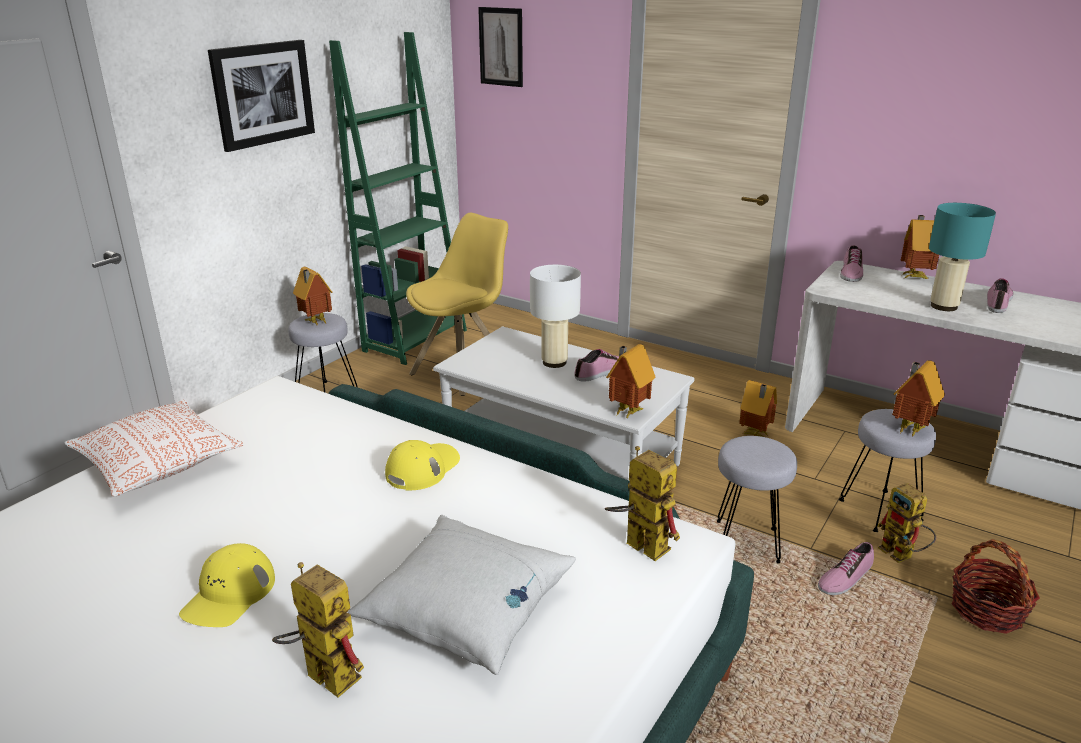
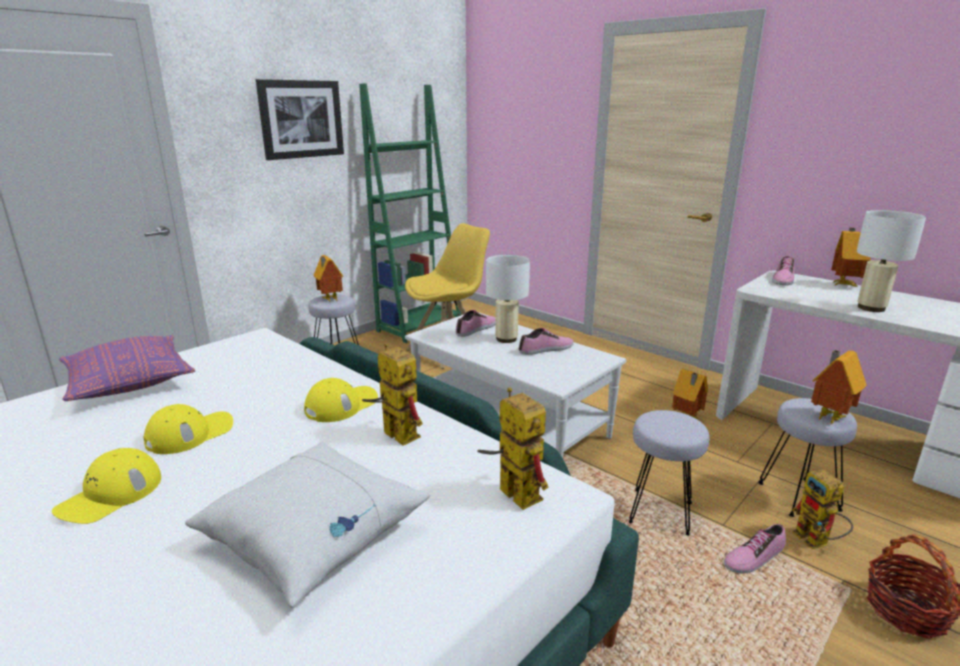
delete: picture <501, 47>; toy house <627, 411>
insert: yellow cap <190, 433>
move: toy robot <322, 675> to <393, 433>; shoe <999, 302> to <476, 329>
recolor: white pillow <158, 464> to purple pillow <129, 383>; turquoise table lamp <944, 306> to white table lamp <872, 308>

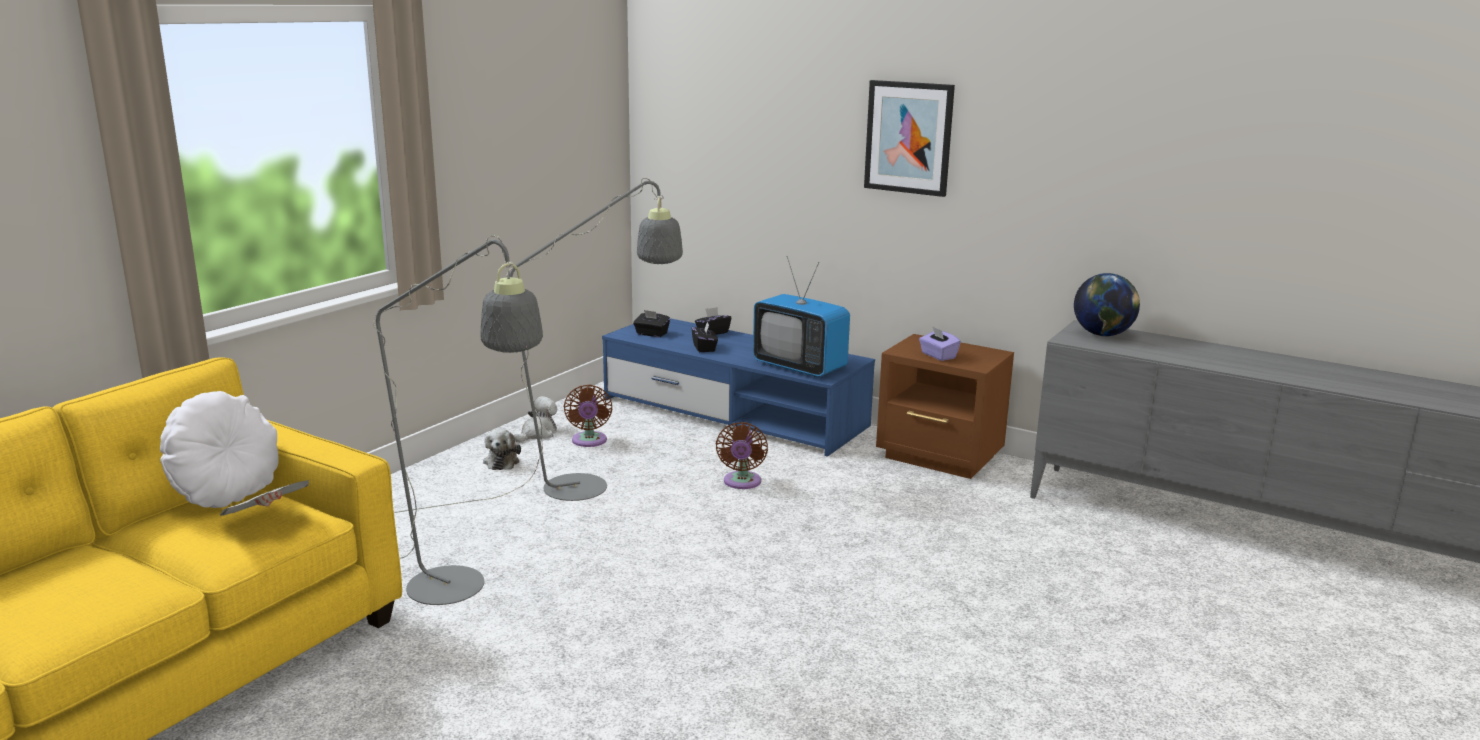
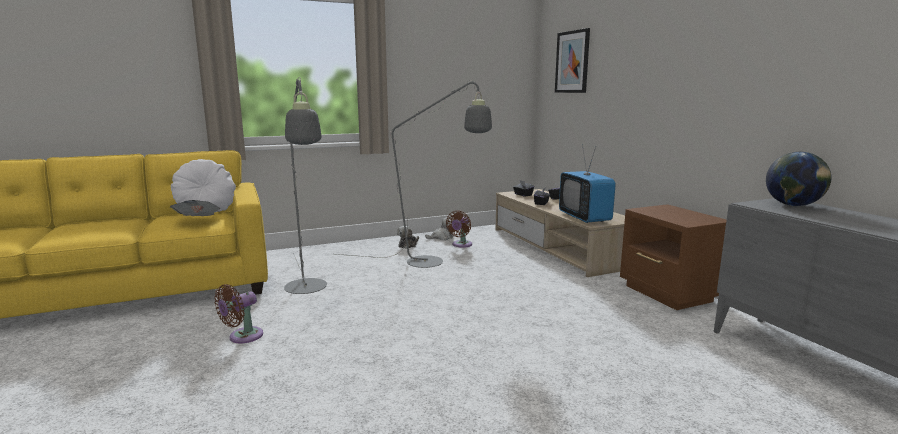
delete: purple tissue box <938, 356>
move: brown fan <741, 483> to <242, 337>; picture <908, 137> to <572, 62>
recolor: blue tv stand <735, 412> to beige tv stand <559, 247>

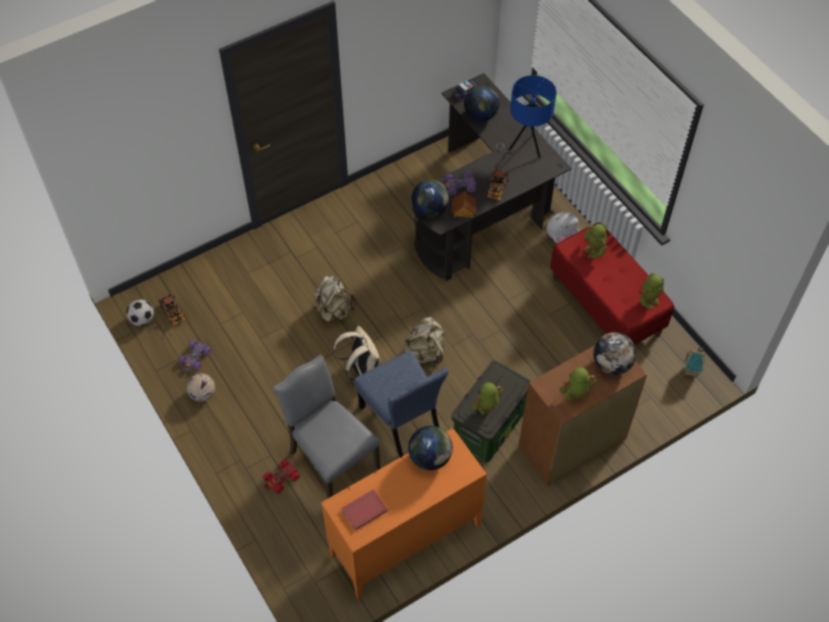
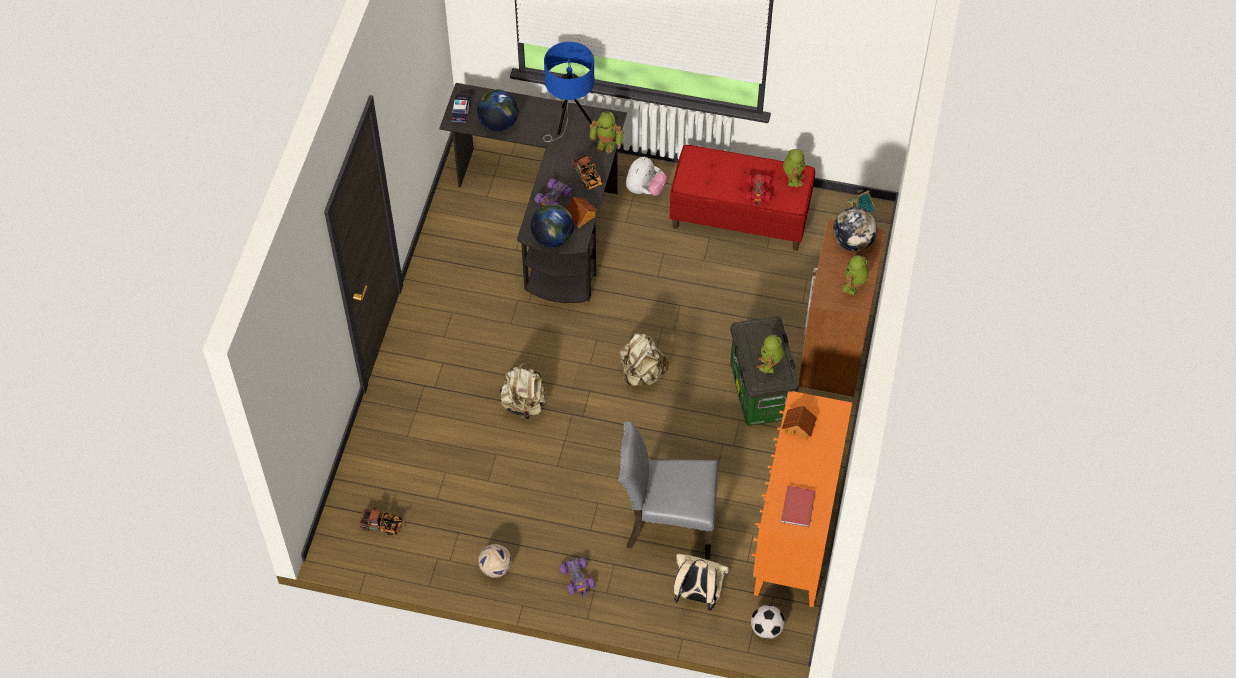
delete: blue chair <401, 418>
move: football <142, 319> to <766, 629>; purple toy car <195, 358> to <577, 579>; red toy car <281, 479> to <758, 192>; beige backpack <361, 369> to <697, 595>; toy robot <594, 250> to <606, 144>
replace: globe <430, 457> to toy house <799, 426>

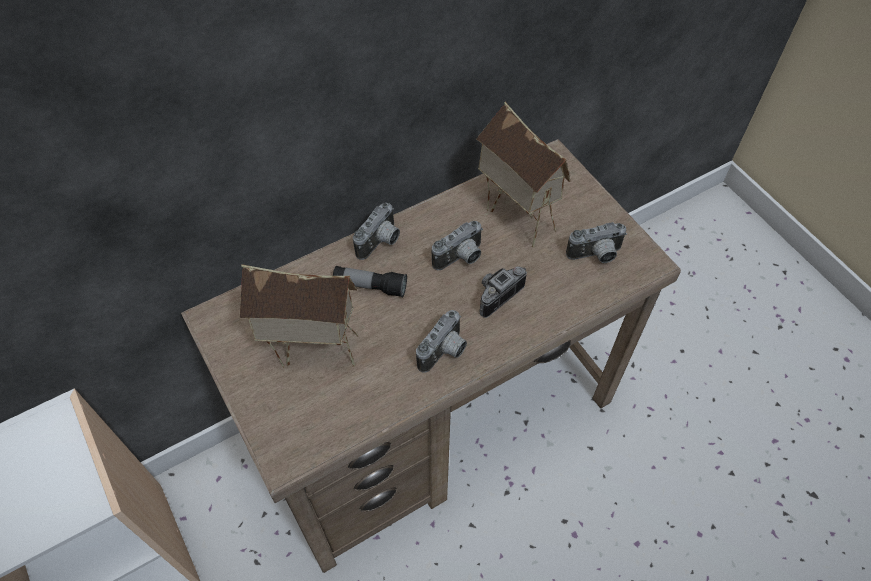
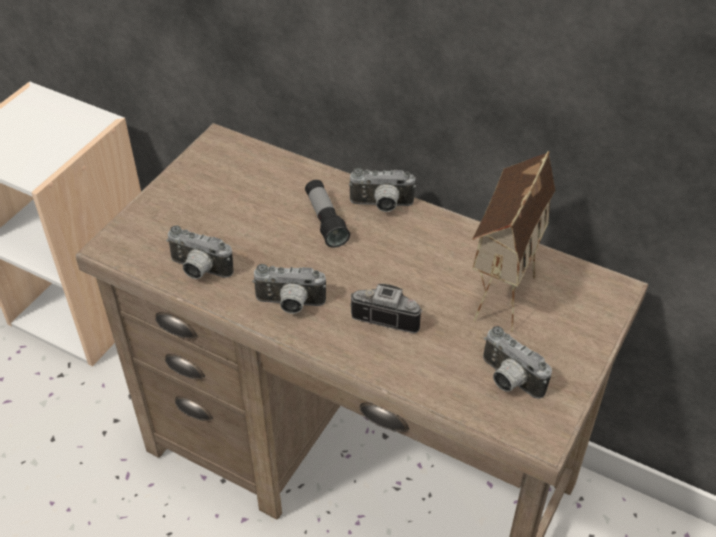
delete: toy house <313, 352>
move: photo camera <461, 258> to <198, 270>

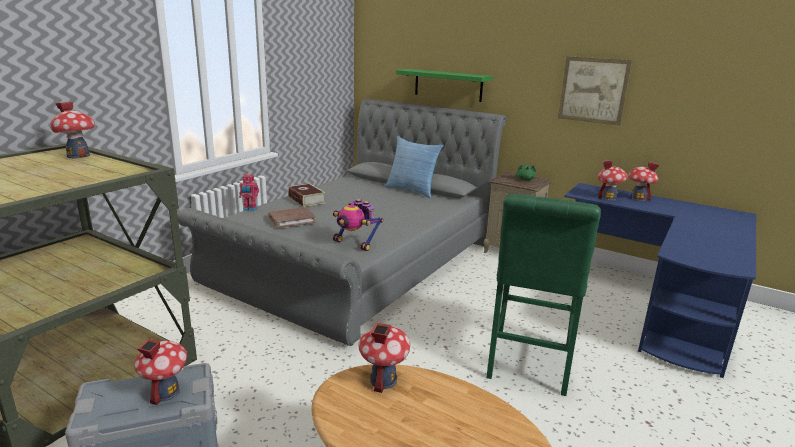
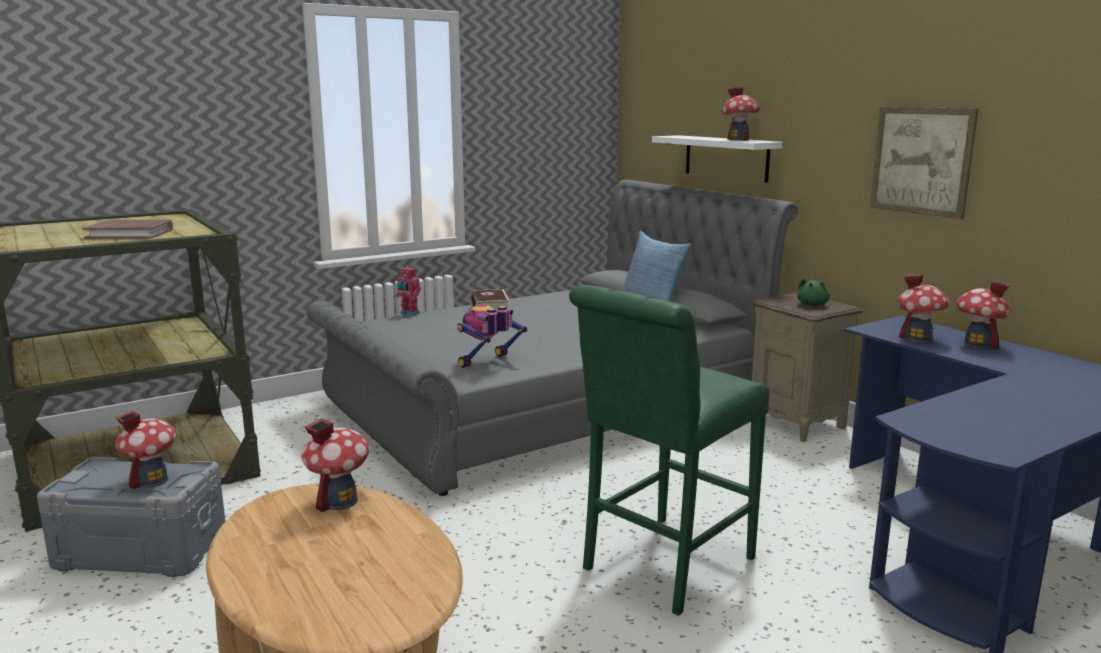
move: toy house <78, 155> to <738, 140>; brown book <292, 219> to <130, 234>
recolor: green shelf <448, 85> to white shelf <726, 158>
rotate: toy robot <355, 244> = <488, 363> 75 degrees clockwise

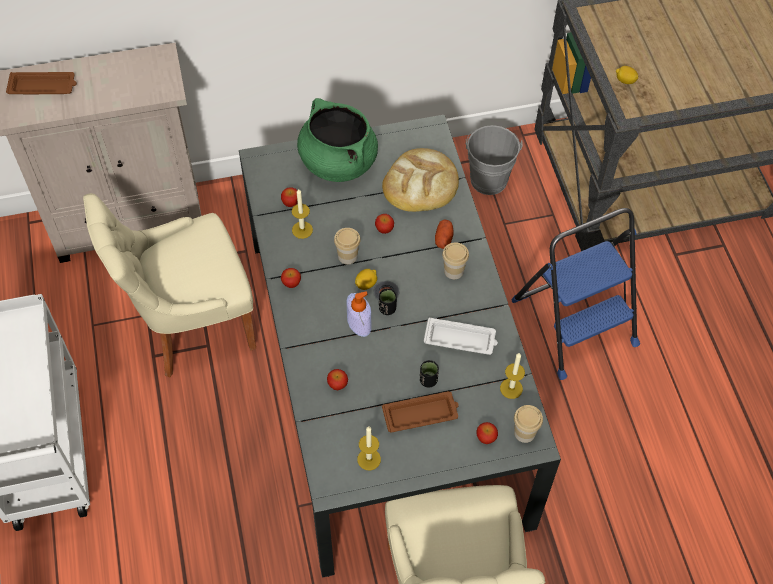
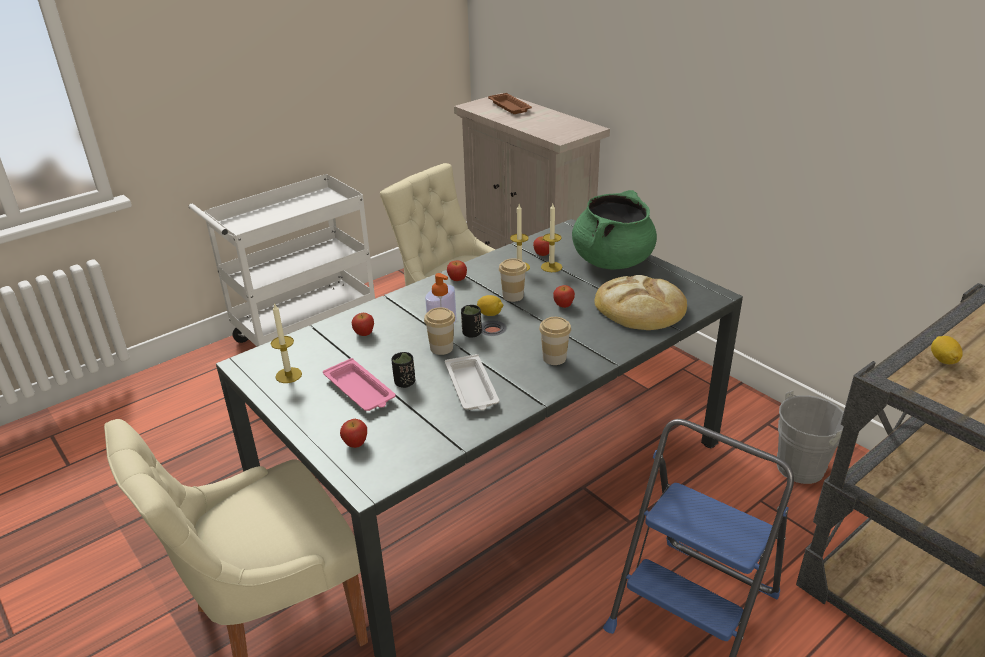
delete: potato <443, 239>
move: candle <511, 388> to <551, 267>; cup <524, 433> to <441, 348>
recolor: brown tray <421, 414> to pink tray <360, 390>

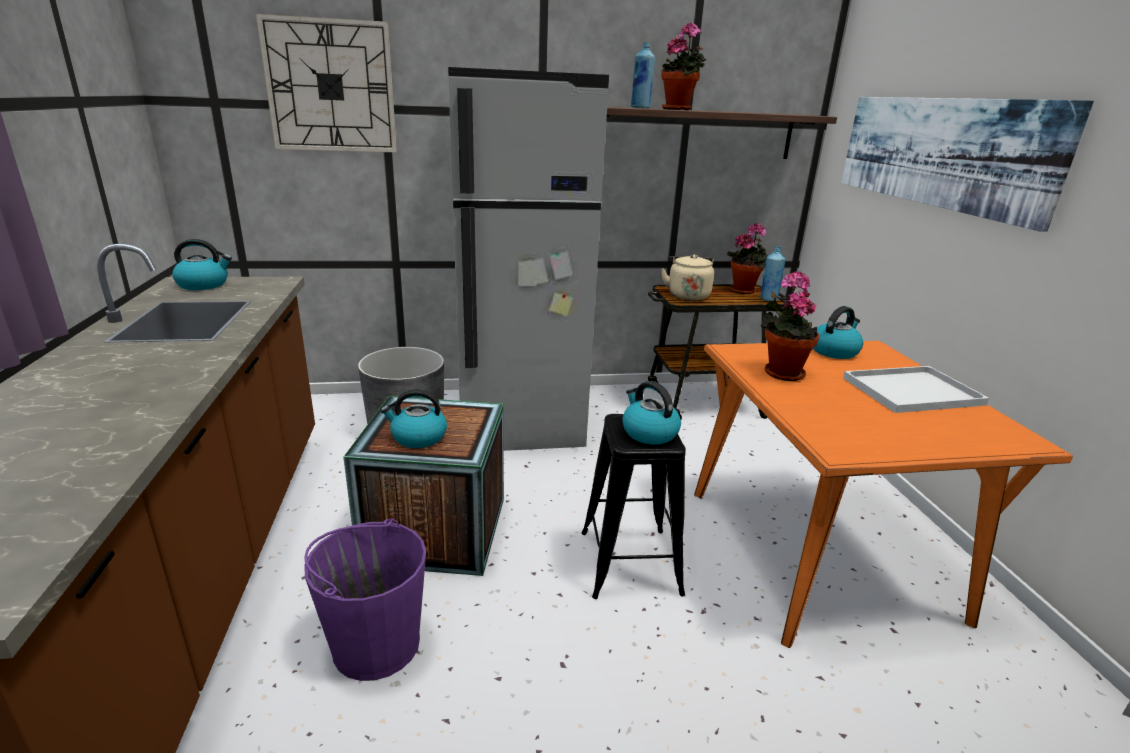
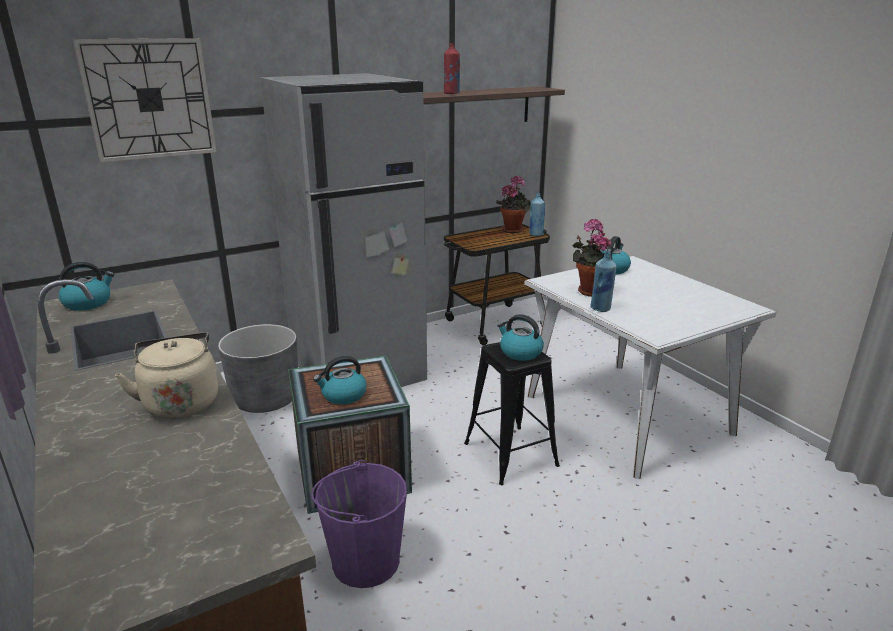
delete: picture <939, 152>; white tray <913, 390>
move: blue bottle <640, 108> to <600, 308>; beige kettle <687, 295> to <181, 402>
replace: potted plant <679, 109> to red bottle <451, 93>
recolor: orange dining table <816, 551> to white dining table <626, 414>

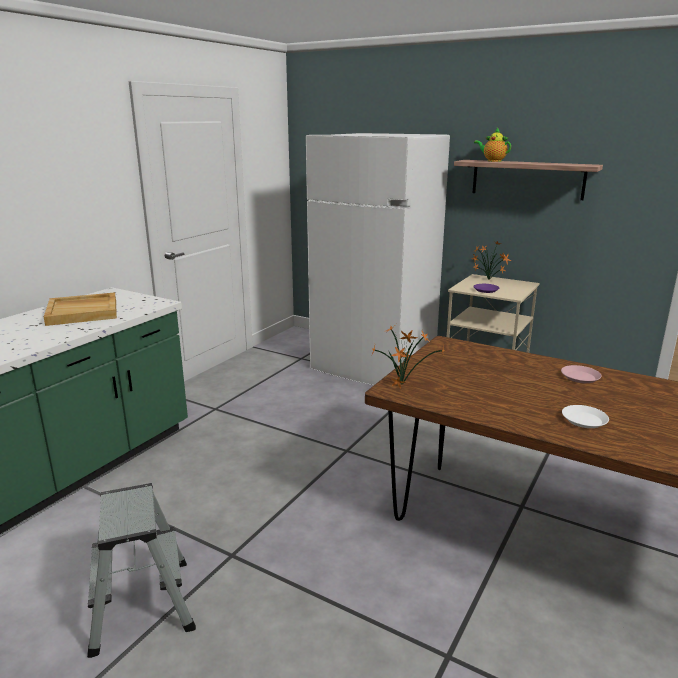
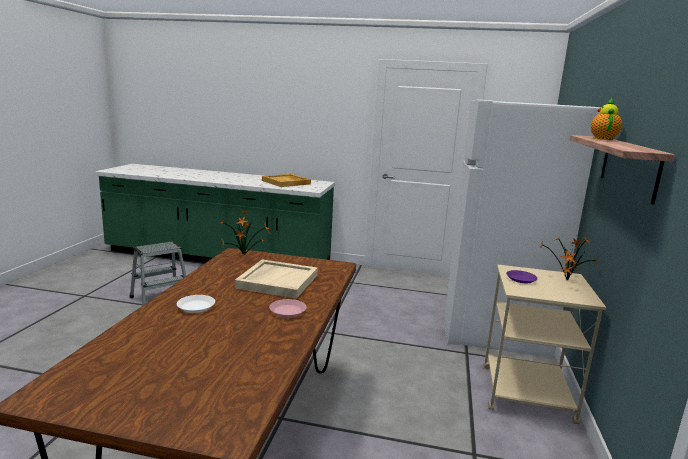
insert: beige tray <277, 281>

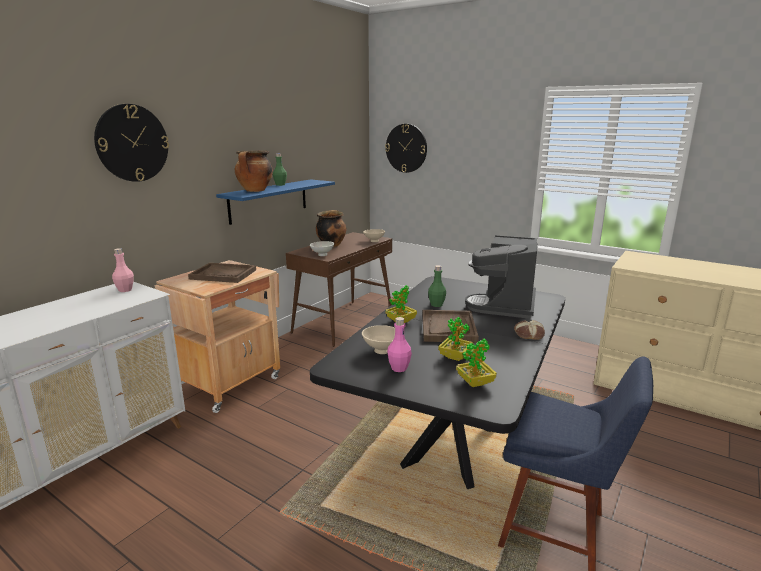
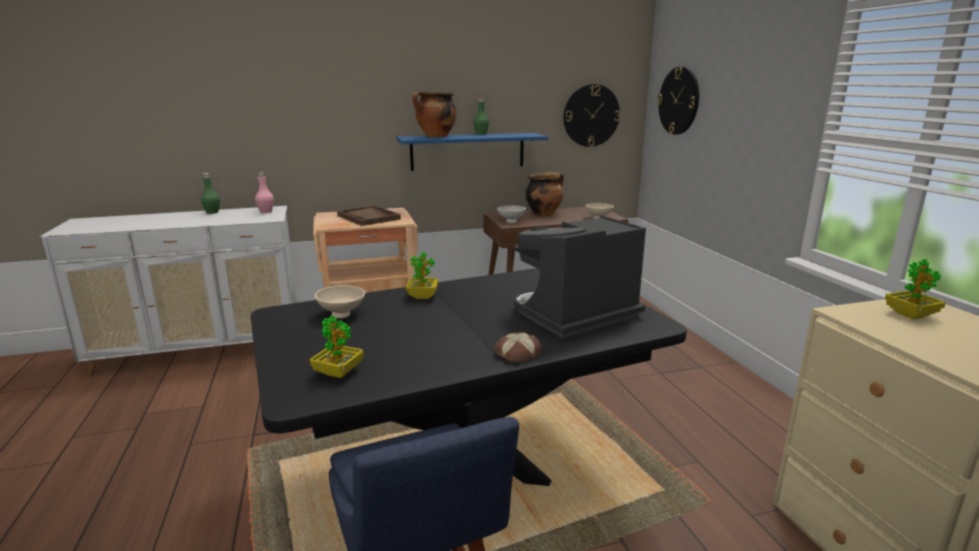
delete: pink bottle <399, 368>; brown tray <448, 328>
move: wall clock <132, 143> to <591, 115>; green bottle <436, 305> to <212, 212>; potted plant <455, 357> to <910, 315>

